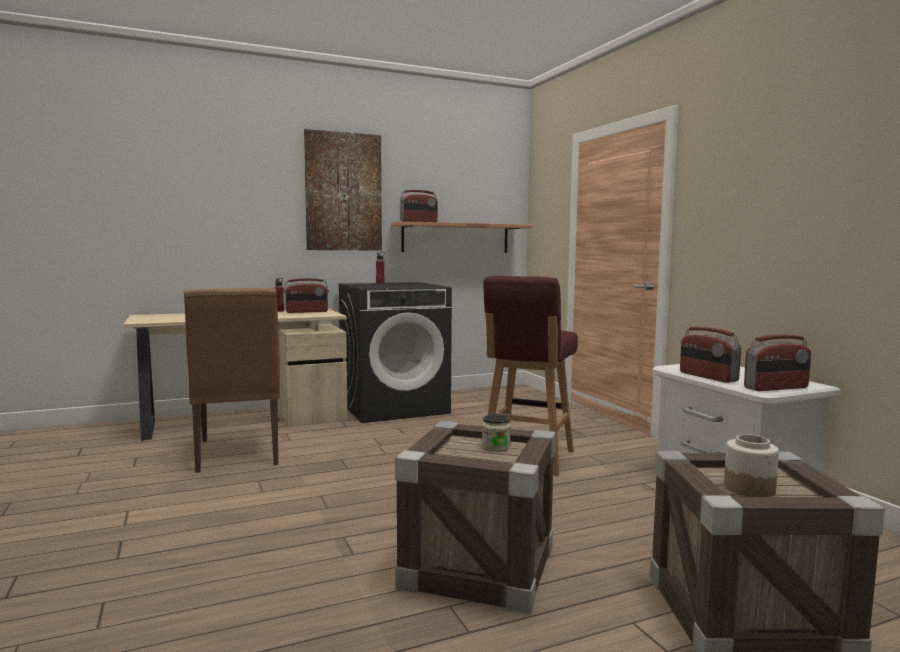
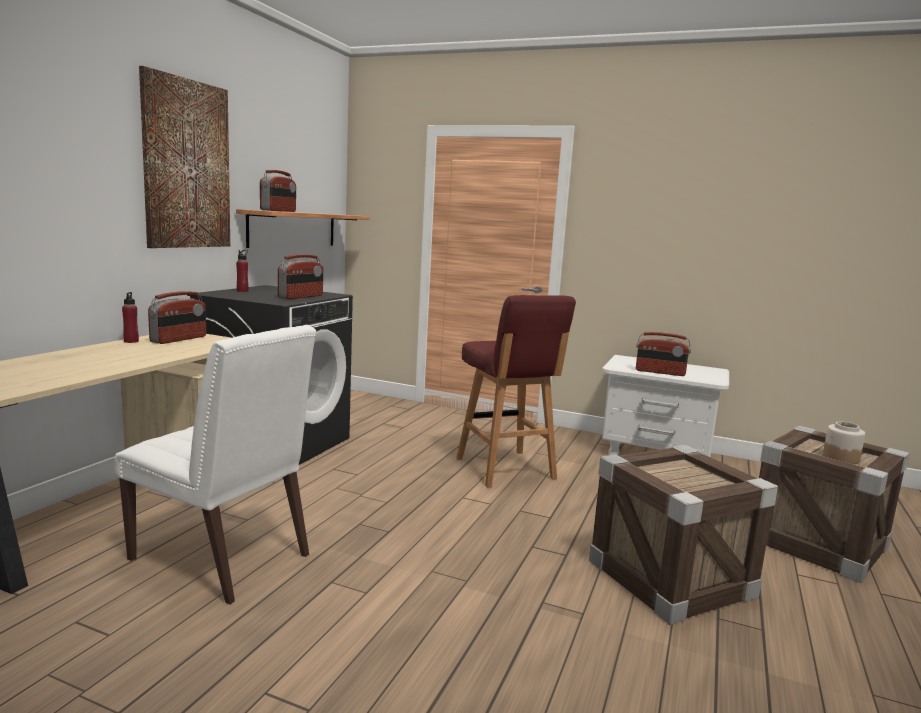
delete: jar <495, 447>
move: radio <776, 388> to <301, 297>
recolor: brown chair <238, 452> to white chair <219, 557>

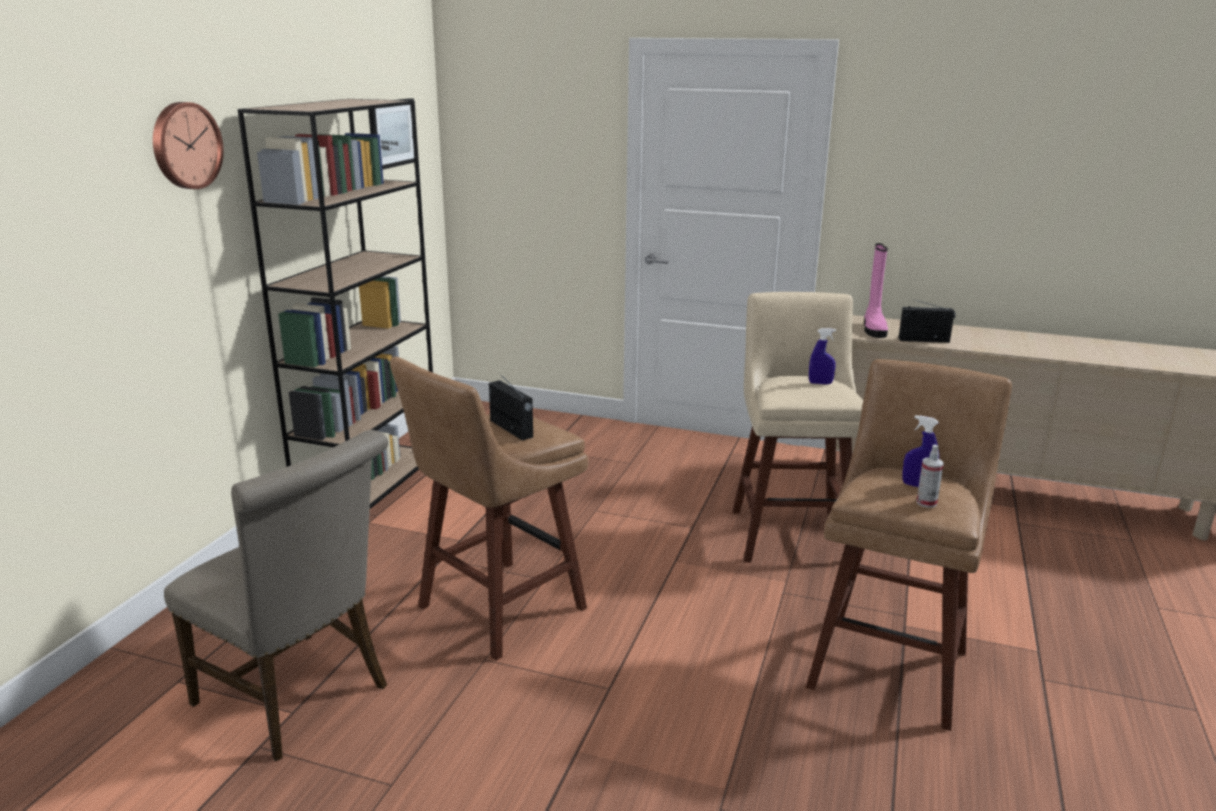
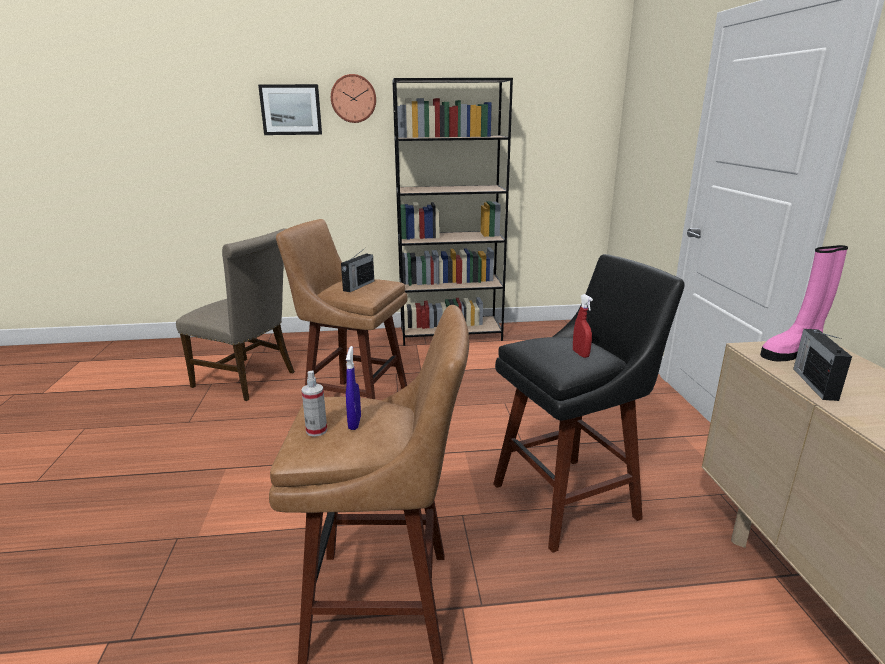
move: picture <391, 133> to <291, 110>
recolor: beige stool <790, 533> to black stool <569, 499>; blue spray bottle <820, 383> to red spray bottle <580, 354>
rotate: beige chair <299, 698> = <249, 380> 75 degrees counterclockwise; radio <925, 340> = <814, 383> 150 degrees counterclockwise

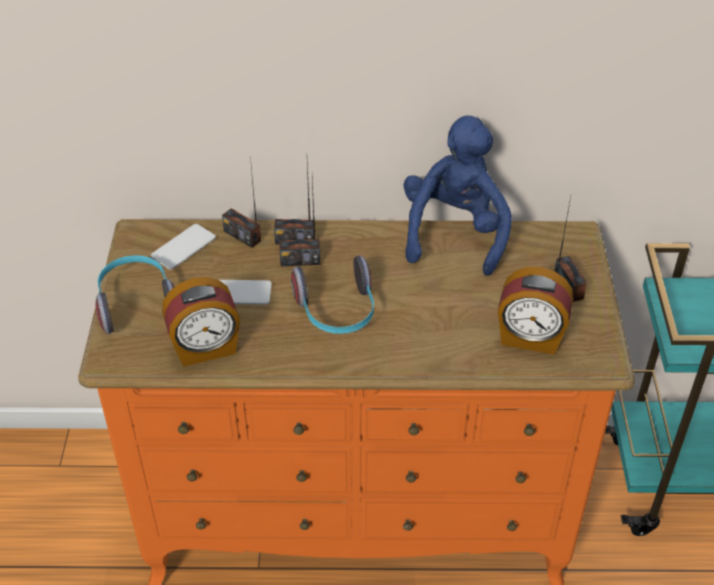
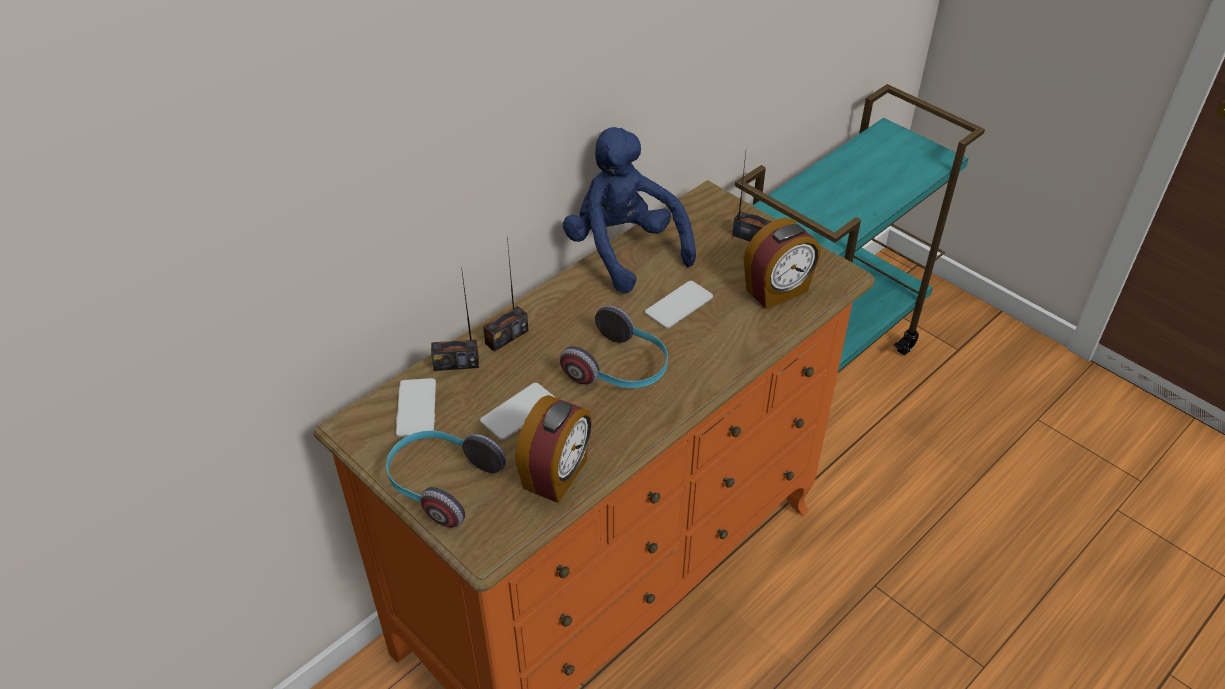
delete: radio <300, 260>
insert: phone <679, 305>

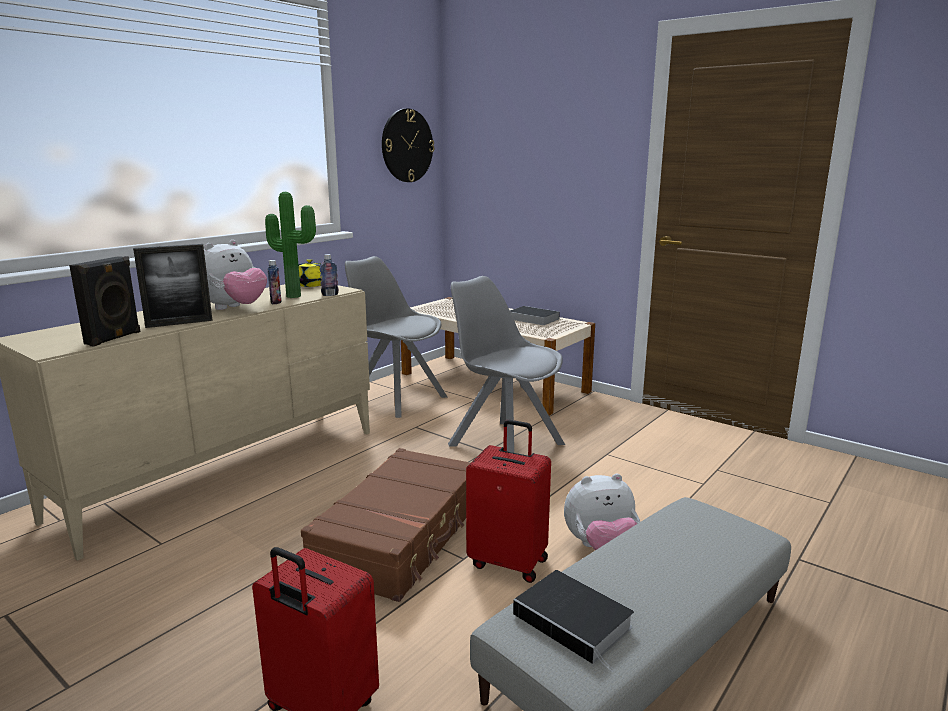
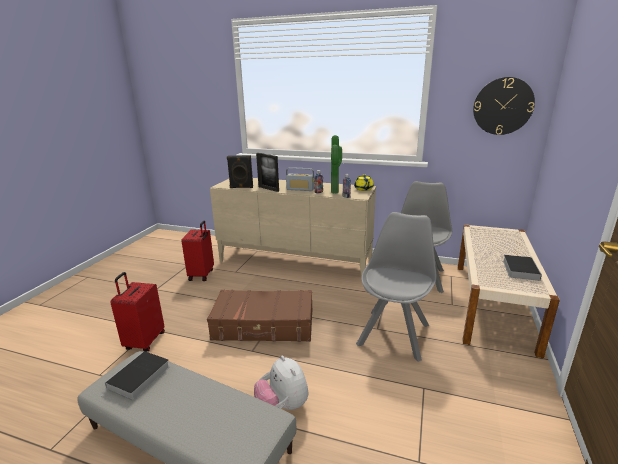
move: red suitcase <509, 562> to <202, 275>
replace: plush toy <233, 308> to radio <300, 189>

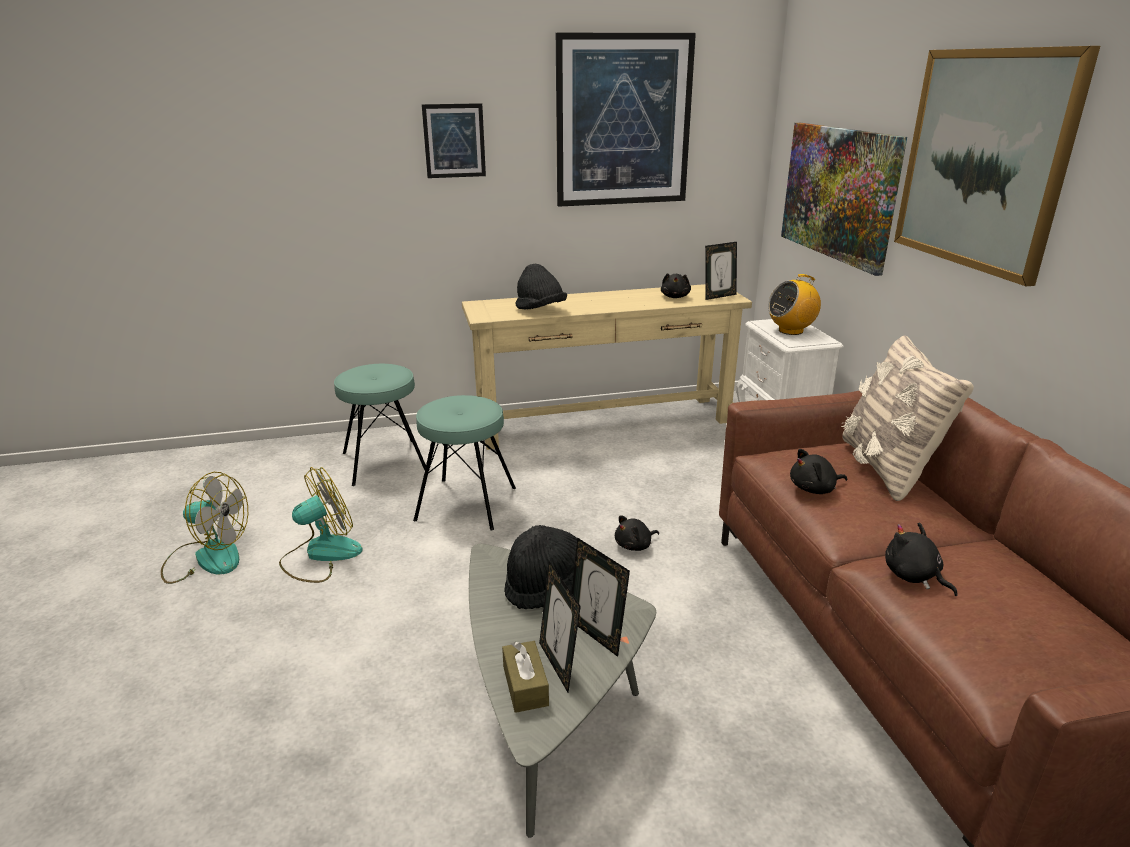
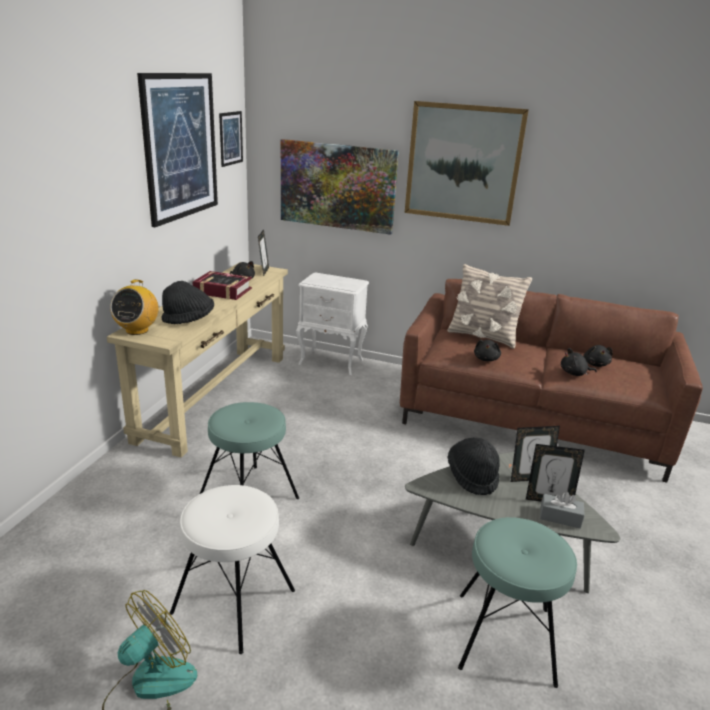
insert: book <222, 291>
move: turquoise stool <384, 462> to <505, 637>; picture <454, 141> to <231, 138>; black plush toy <635, 545> to <595, 364>; radio <791, 331> to <137, 330>
replace: fan <321, 555> to white stool <234, 601>
recolor: brown tissue box <525, 686> to grey tissue box <560, 517>

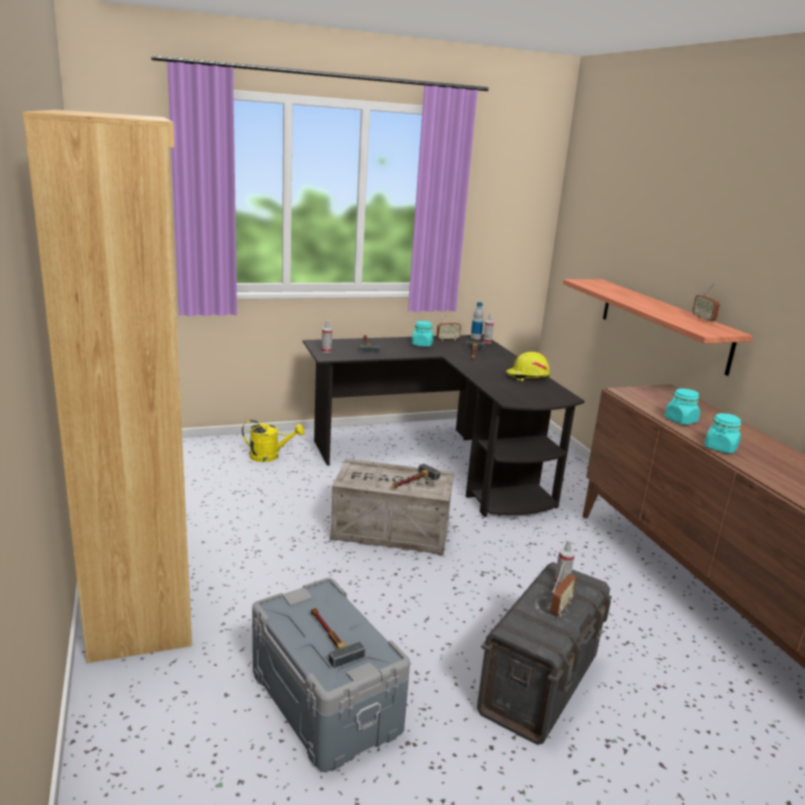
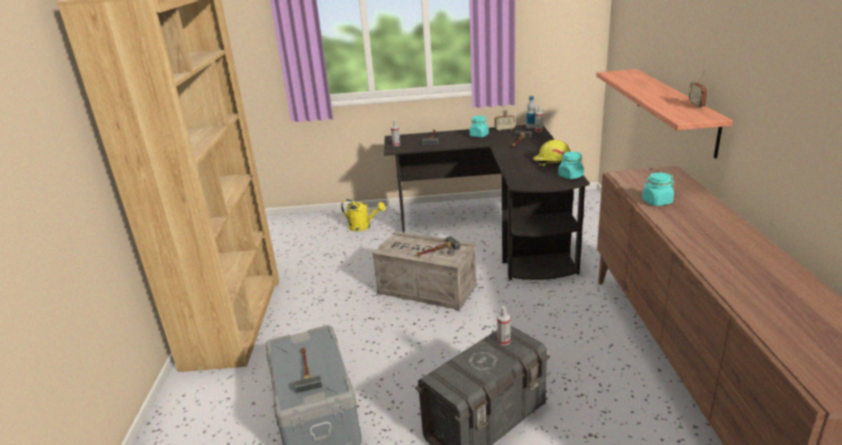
delete: radio <560, 607>
move: turquoise jar <720, 448> to <570, 176>

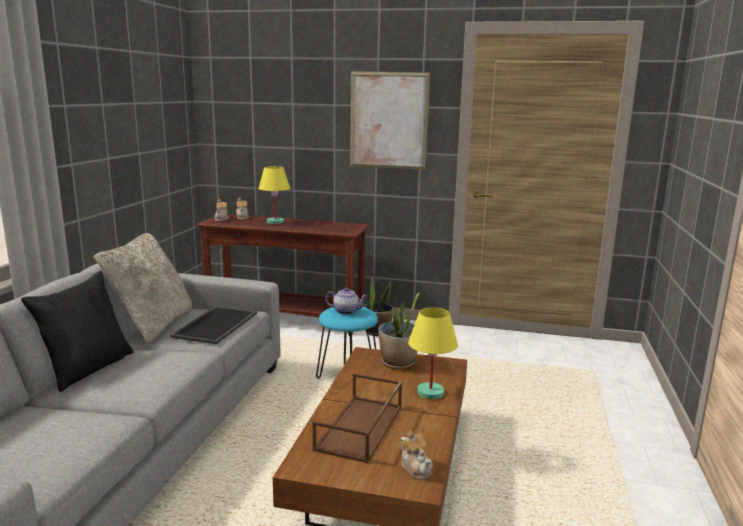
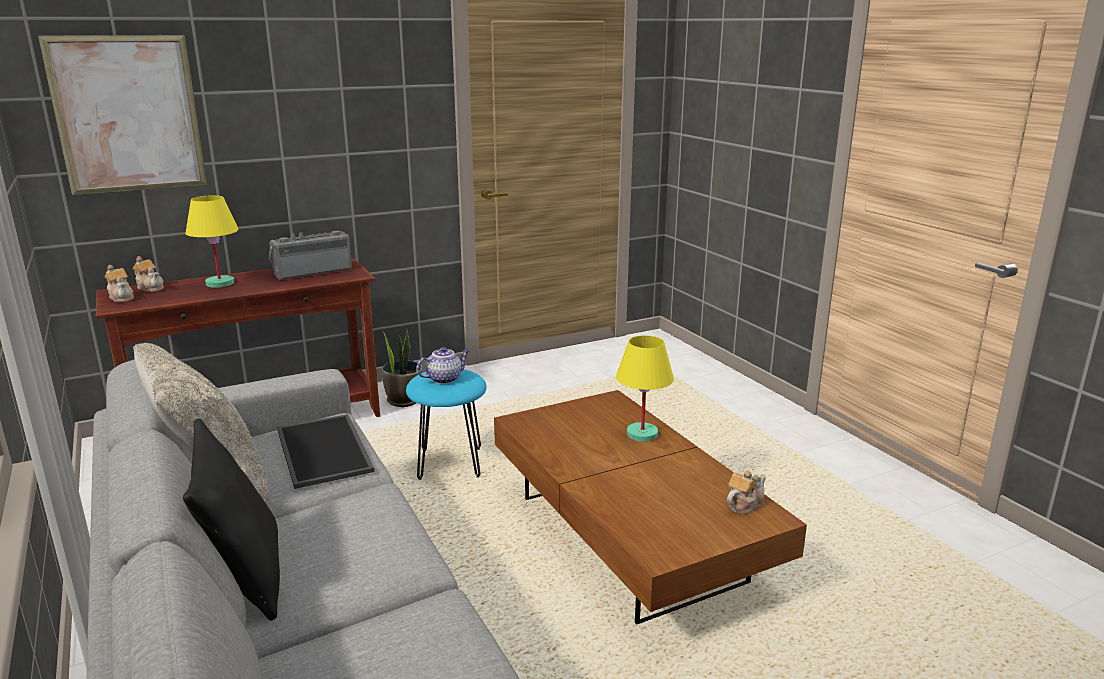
delete: brown tray <360, 428>; potted plant <398, 363>
insert: radio <312, 271>
move: picture <389, 120> to <128, 114>
rotate: teapot <416, 468> = <744, 505> 60 degrees counterclockwise

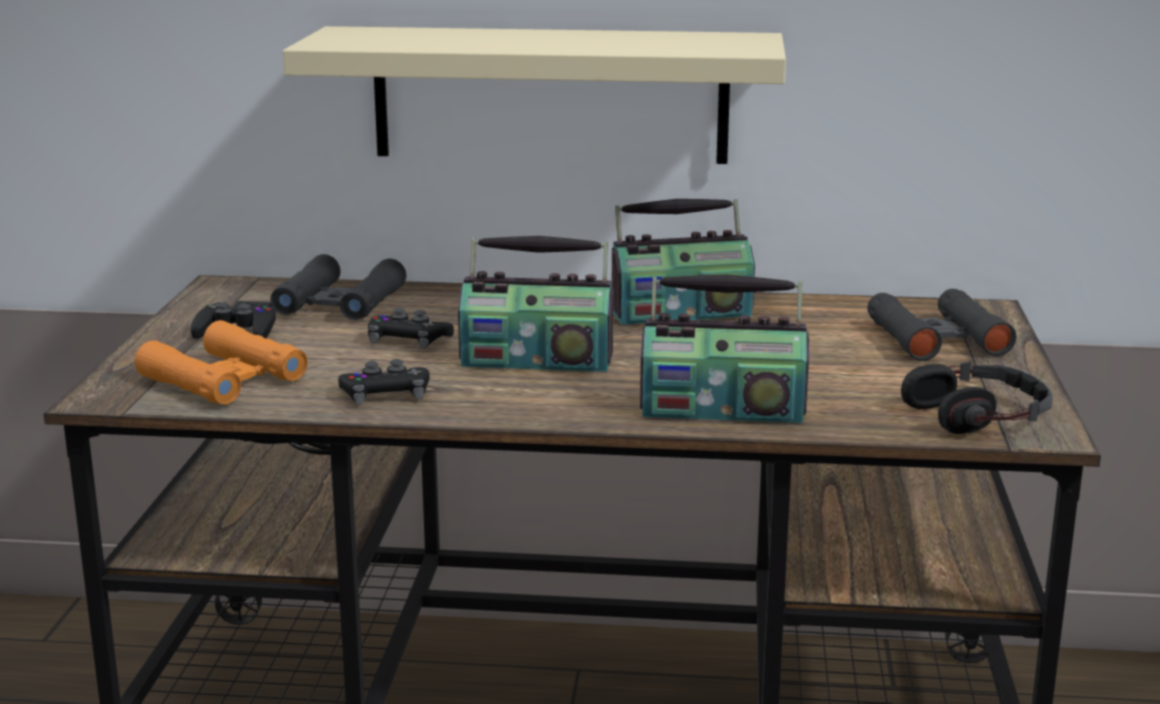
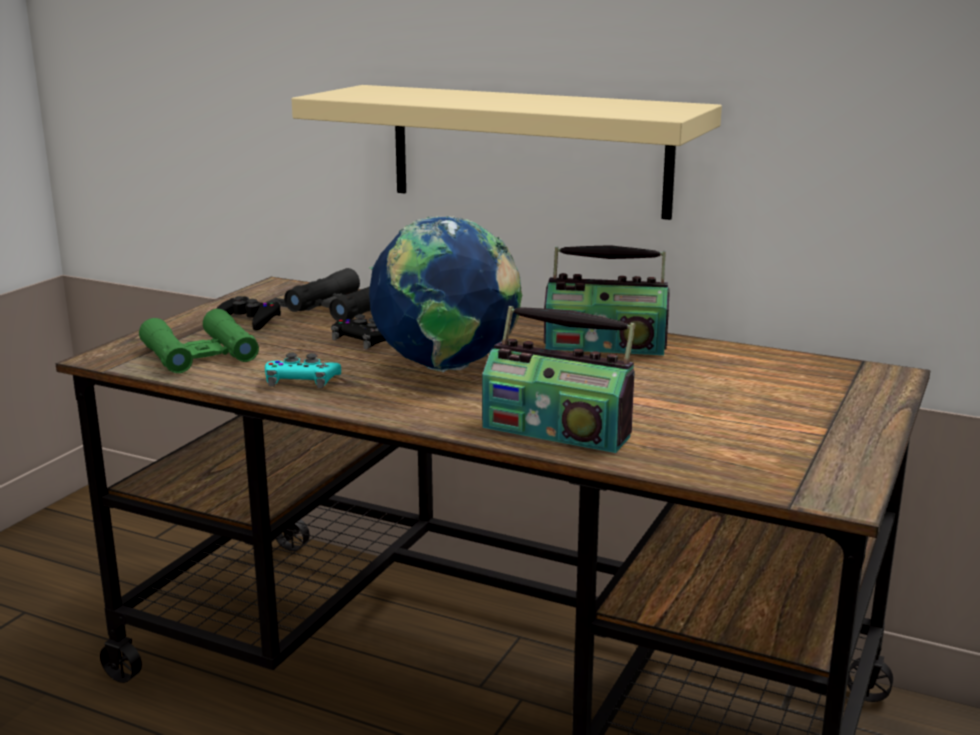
delete: black binoculars <937, 339>; headphones <976, 414>
replace: radio <537, 359> to globe <447, 369>
recolor: orange binoculars <223, 379> to green binoculars <200, 354>; black game controller <385, 394> to turquoise game controller <302, 381>

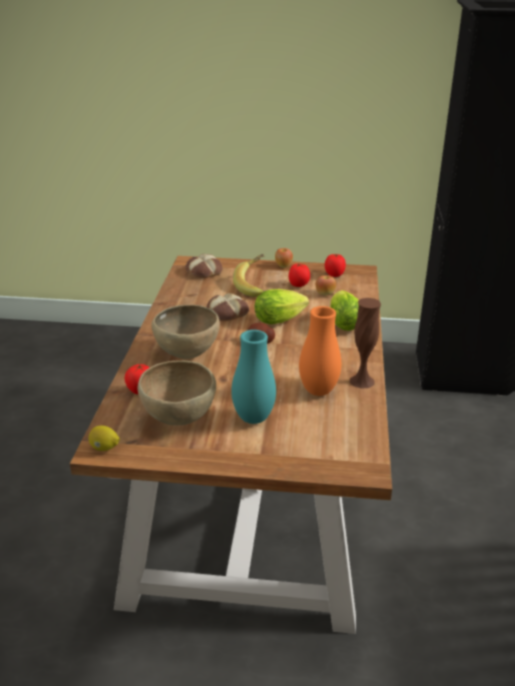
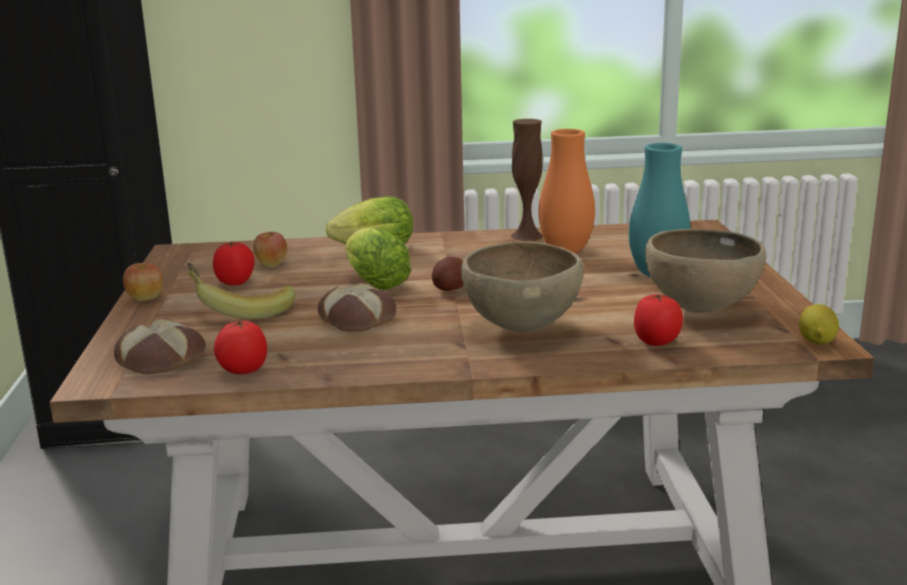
move: tomato <334, 275> to <242, 371>

